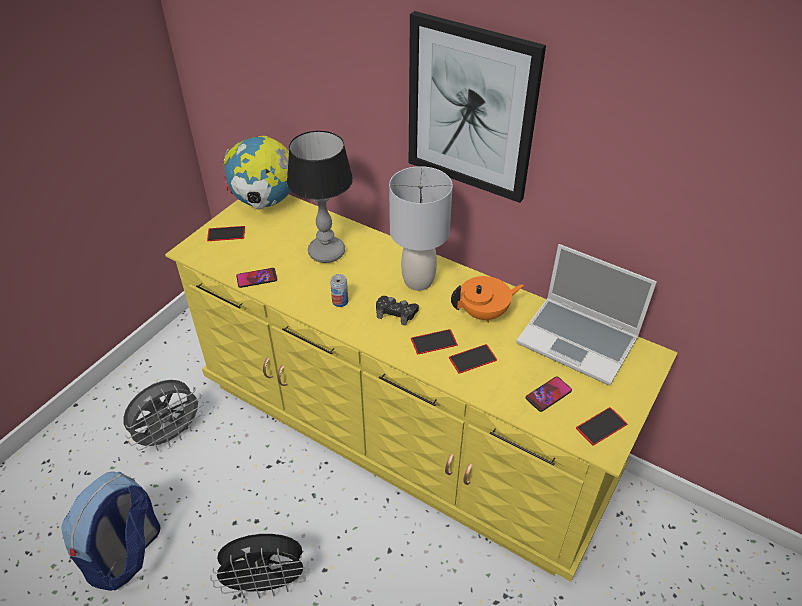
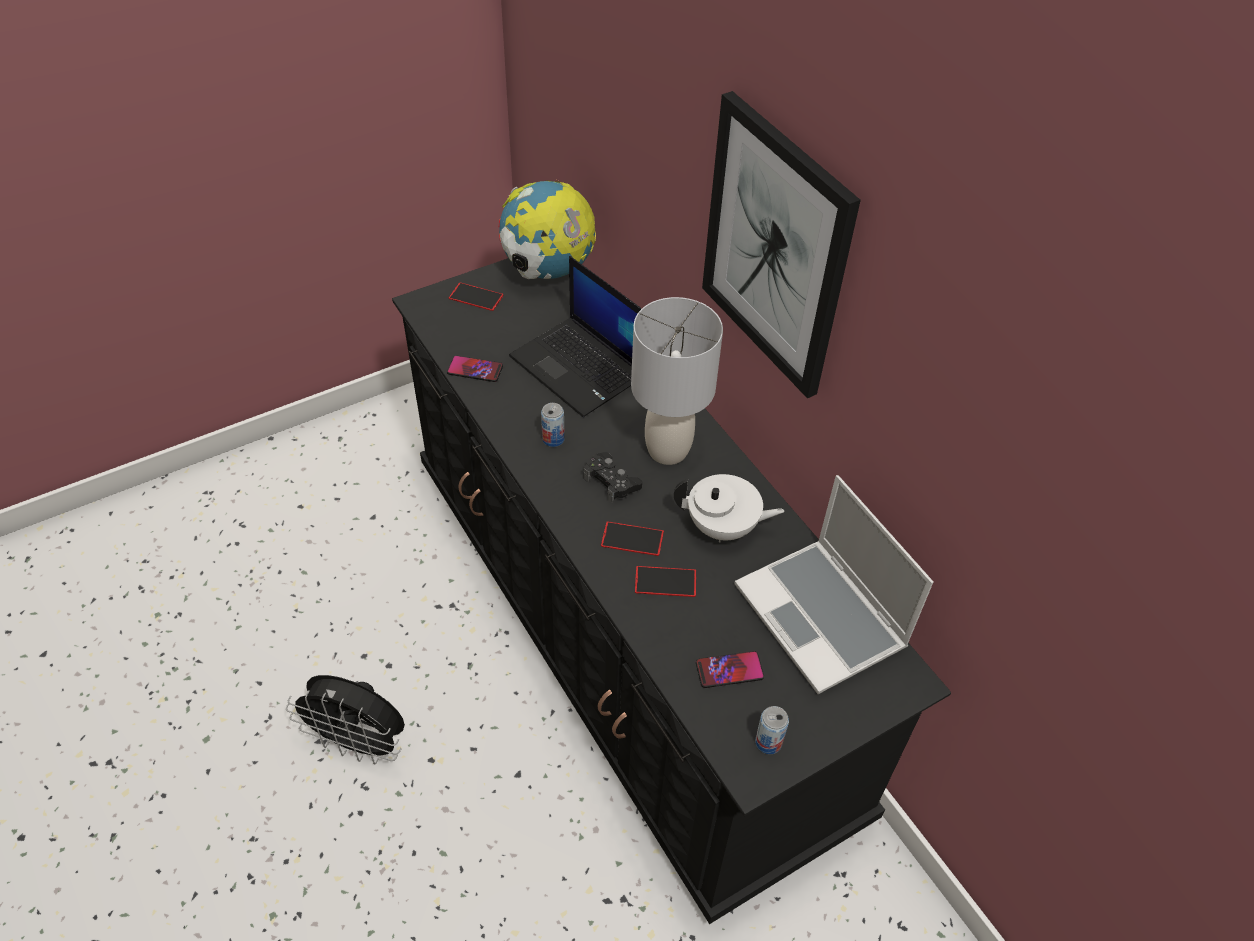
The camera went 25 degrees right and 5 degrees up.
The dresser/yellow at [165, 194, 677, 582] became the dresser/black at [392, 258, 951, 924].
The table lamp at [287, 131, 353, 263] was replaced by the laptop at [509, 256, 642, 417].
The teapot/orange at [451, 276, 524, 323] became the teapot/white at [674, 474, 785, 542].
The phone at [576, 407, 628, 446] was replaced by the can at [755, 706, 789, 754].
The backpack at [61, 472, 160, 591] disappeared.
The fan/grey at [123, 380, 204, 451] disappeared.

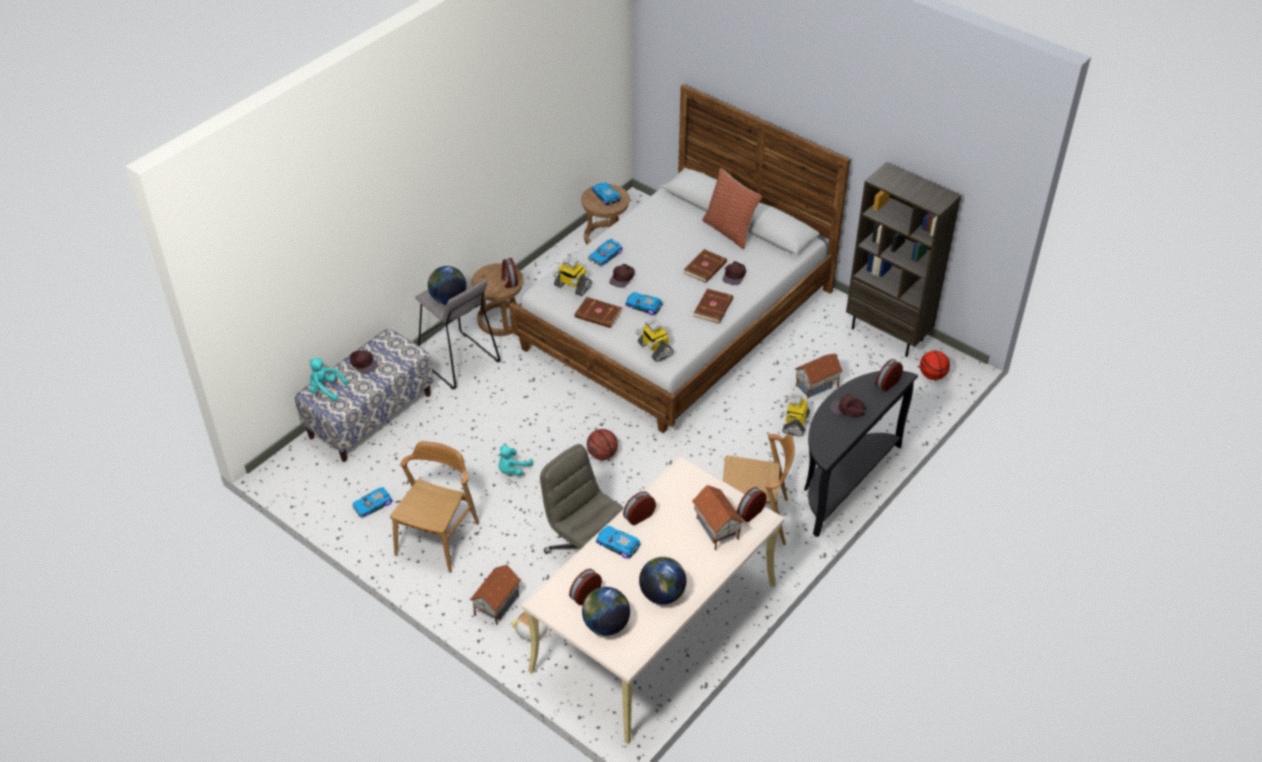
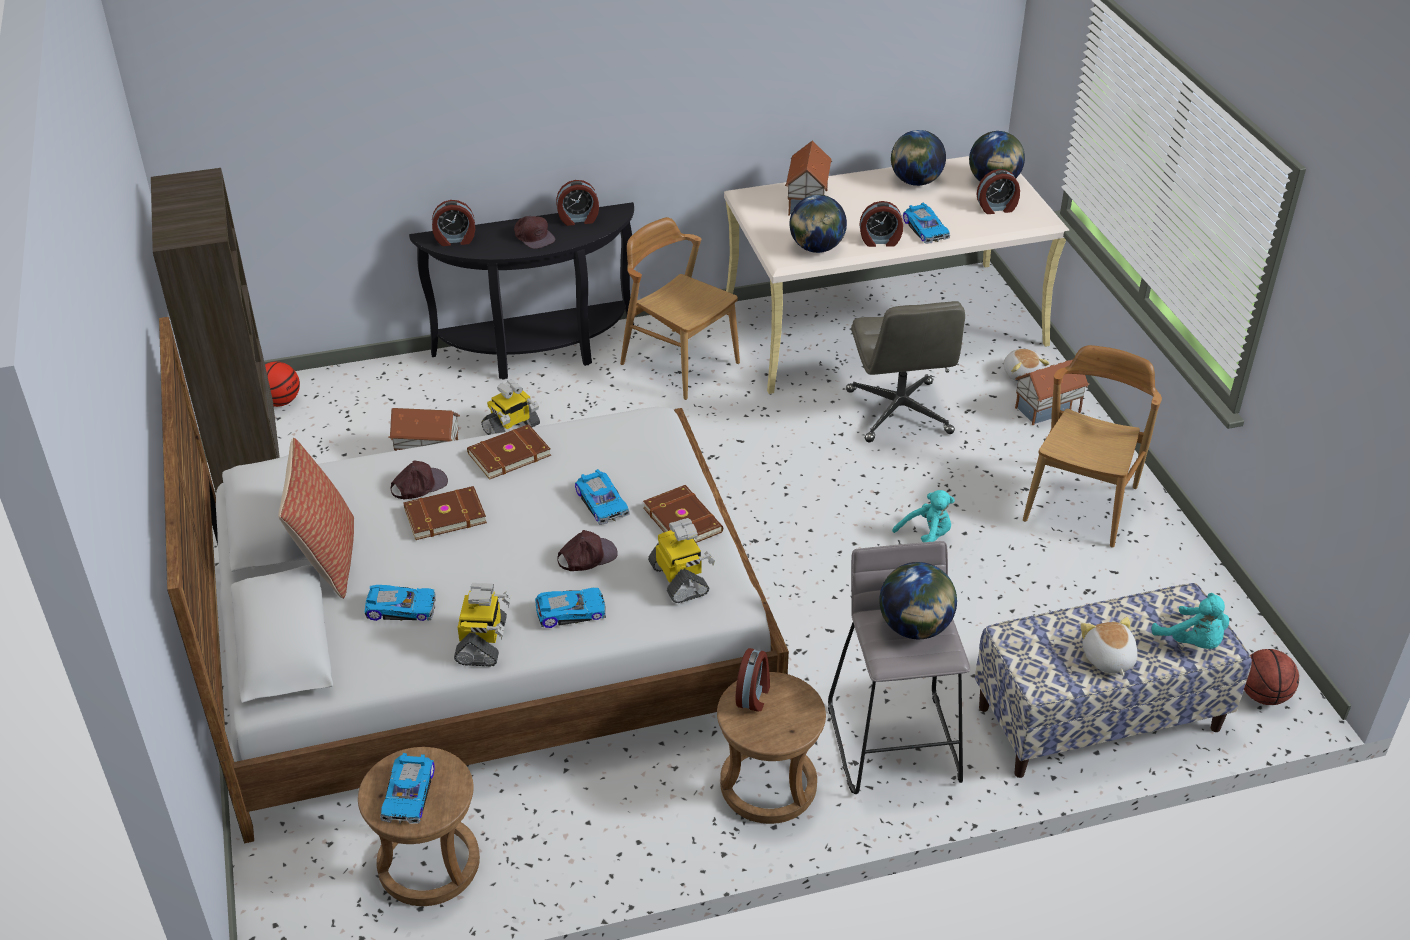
The camera went 145 degrees left and 5 degrees down.
The toy car moved from [352, 487, 392, 518] to [365, 585, 436, 621].
The toy robot moved from [635, 318, 674, 362] to [454, 583, 511, 666].
The alarm clock moved from [737, 487, 767, 522] to [556, 180, 599, 226].
The globe at [789, 195, 847, 253] appeared.
The chair/brown at [390, 441, 479, 573] turned 150 degrees clockwise.
The cap/brown at [350, 350, 378, 374] was replaced by the plush toy at [1081, 617, 1137, 676].
The basketball moved from [587, 429, 618, 460] to [1244, 649, 1299, 705].

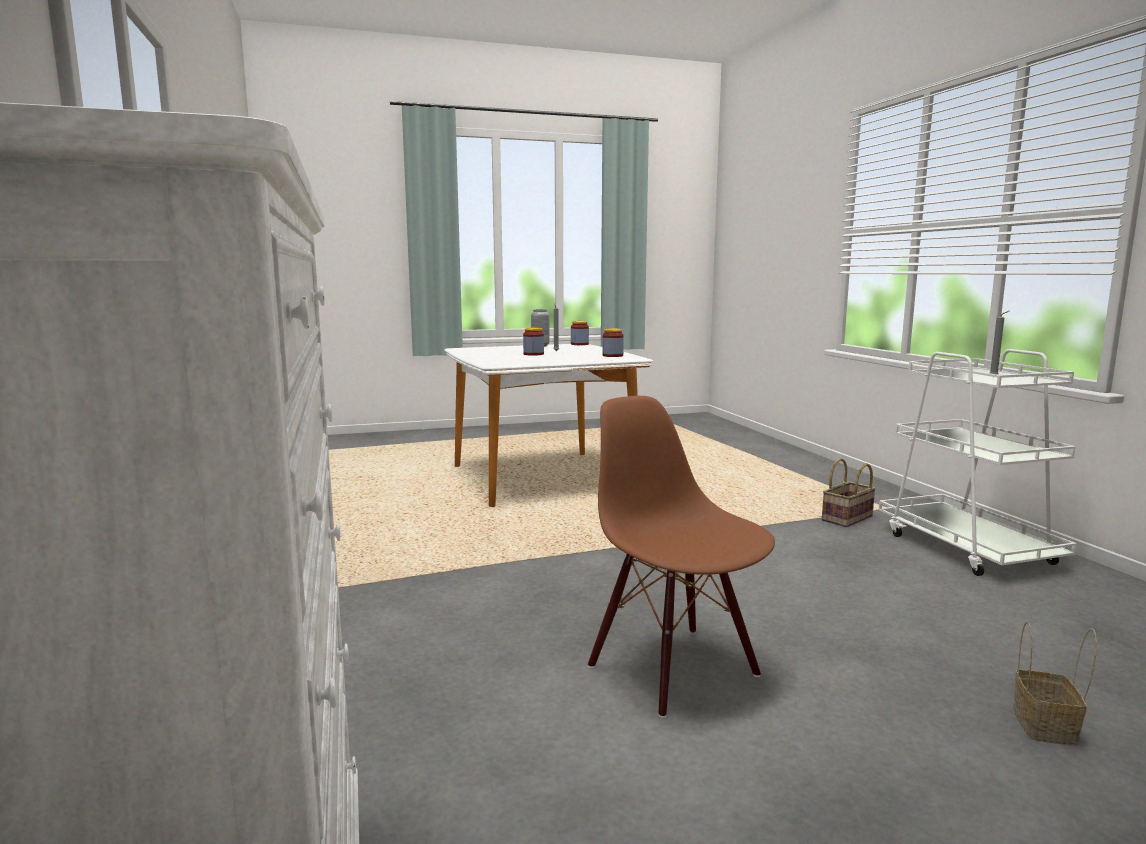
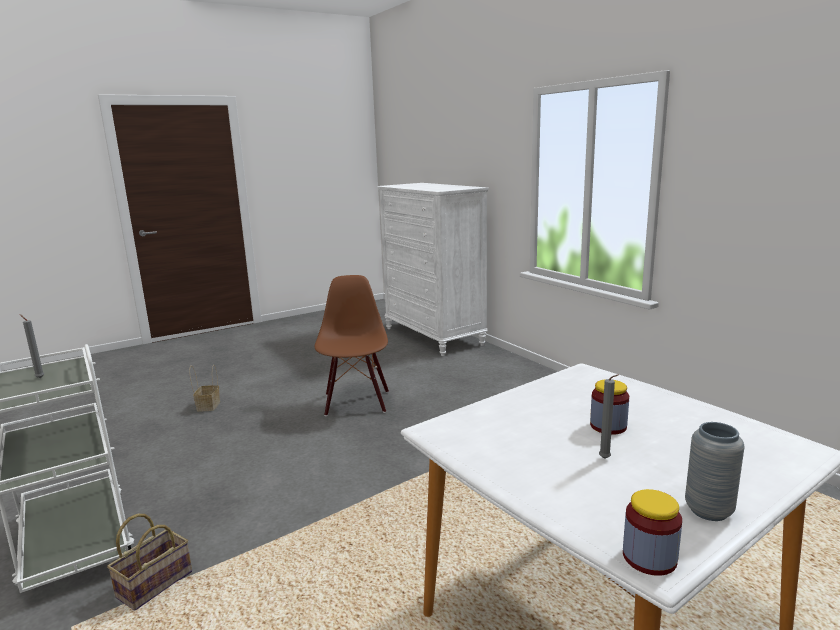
The camera went 165 degrees right and 5 degrees up.
The chair/brown at [588, 396, 775, 718] turned 135 degrees counterclockwise.
The jar at [602, 328, 624, 357] disappeared.

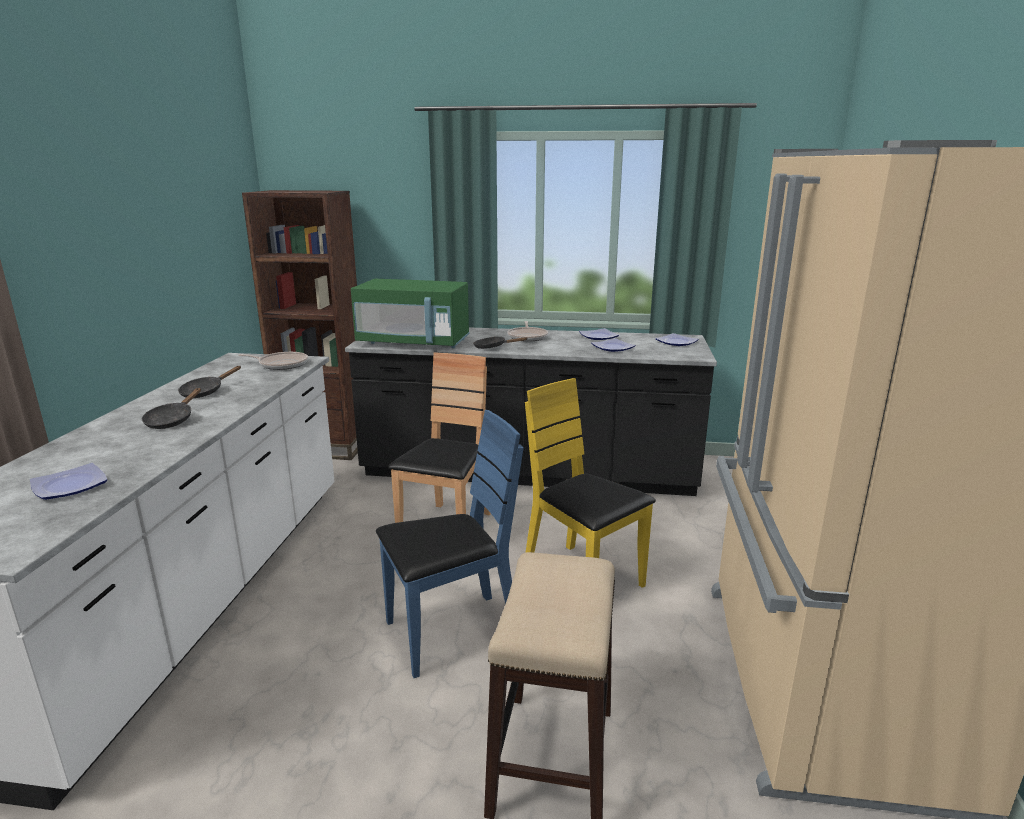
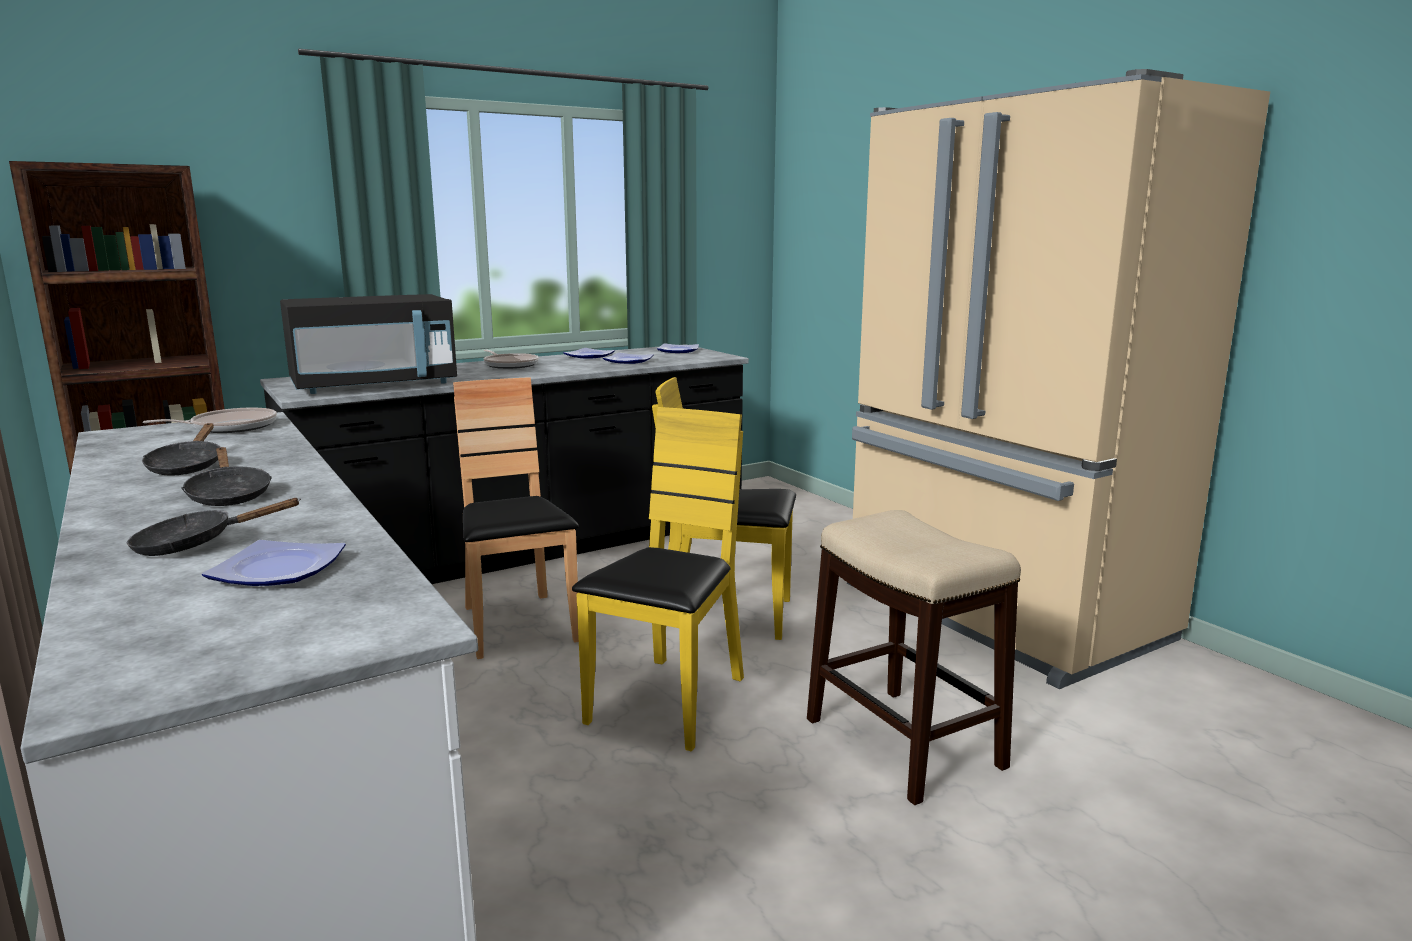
The camera went 40 degrees left and 5 degrees down.
The frying pan/black moved from [473, 337, 527, 349] to [127, 498, 301, 556].
The microwave/green at [351, 279, 470, 348] became the microwave/black at [280, 294, 457, 394].
The chair/blue at [376, 410, 523, 678] became the chair/yellow at [572, 407, 744, 751].

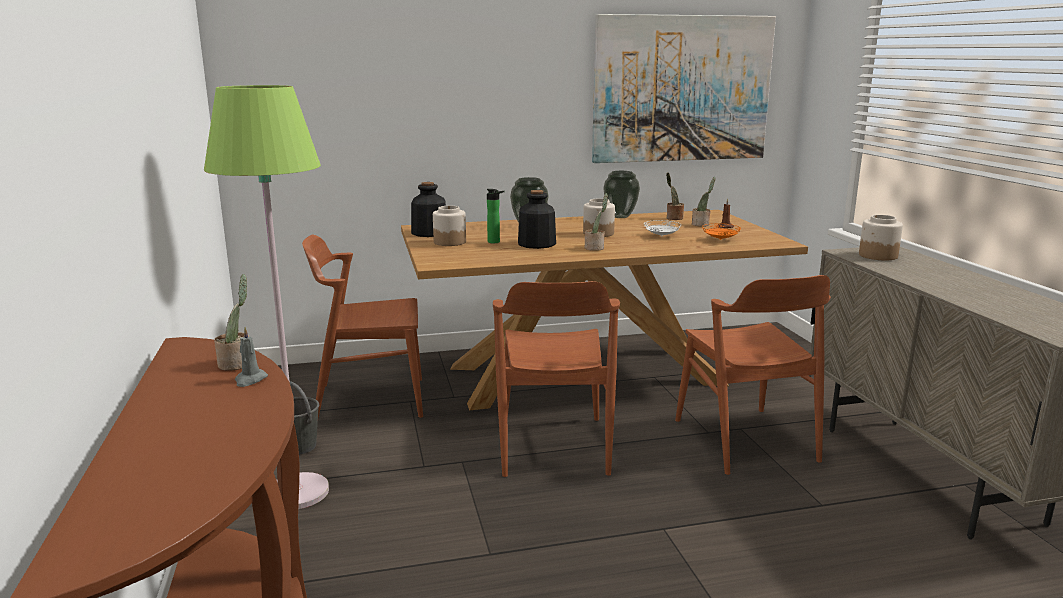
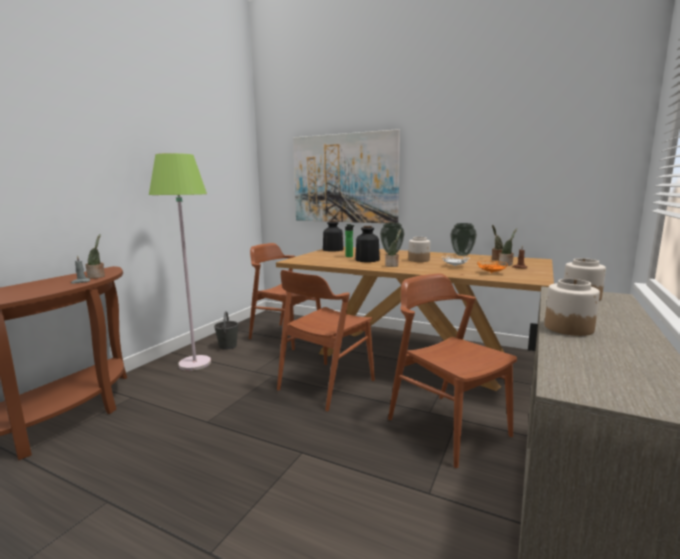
The camera went 40 degrees right and 5 degrees down.
The picture moved from [592, 14, 776, 163] to [293, 129, 400, 223].
The chair/brown at [675, 275, 831, 475] turned 120 degrees clockwise.
The jar moved from [433, 206, 466, 246] to [545, 279, 600, 336].

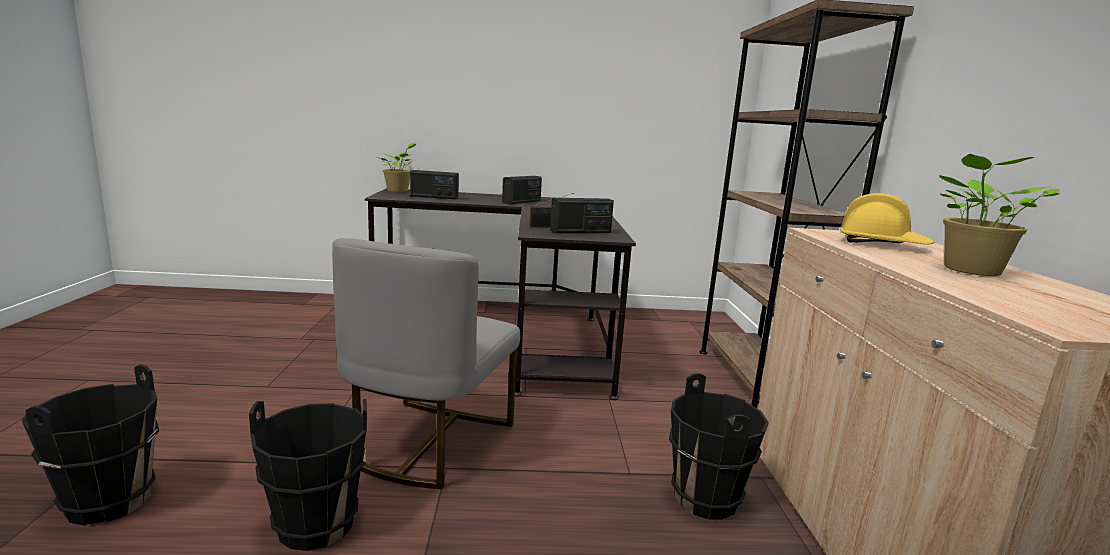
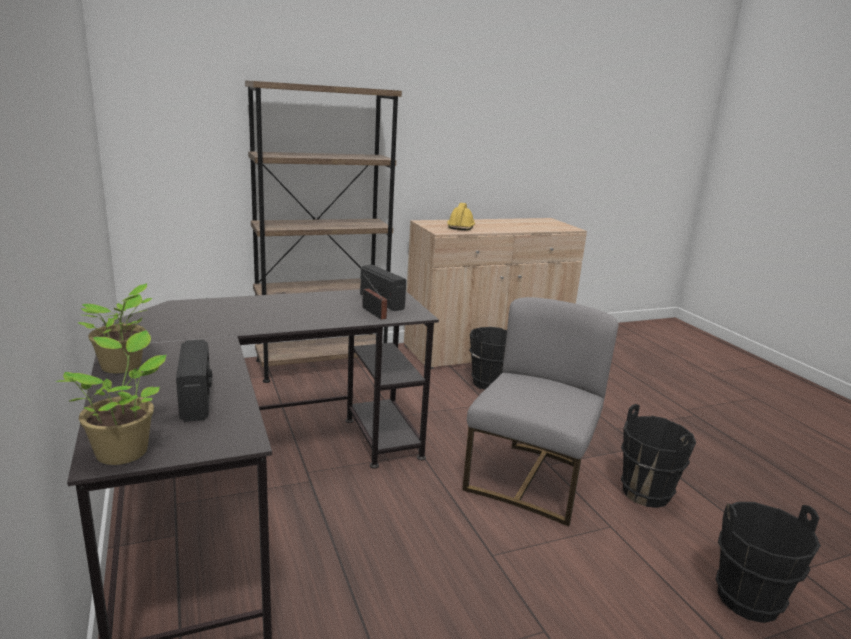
The camera went 110 degrees left and 5 degrees up.
The potted plant moved from [939, 154, 1060, 276] to [78, 283, 152, 374].
The chair/grey at [332, 238, 520, 490] turned 60 degrees counterclockwise.
The radio at [502, 176, 542, 204] disappeared.

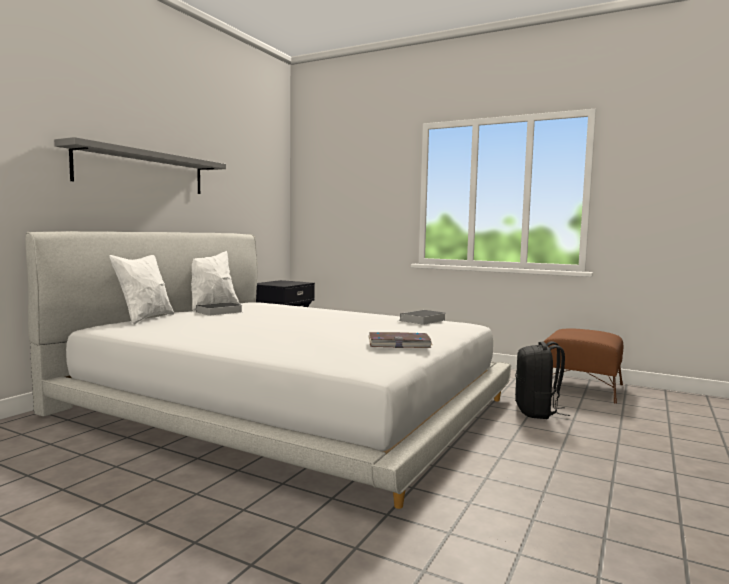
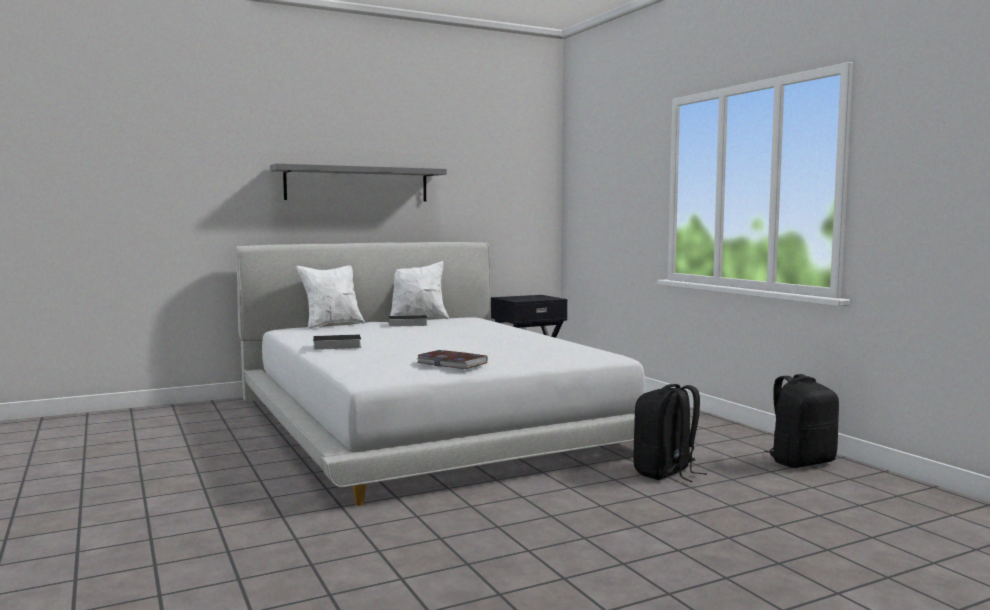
The camera went 35 degrees right and 0 degrees up.
The book moved from [400, 310, 445, 325] to [313, 334, 361, 350].
The ottoman/brown at [543, 328, 623, 404] was replaced by the backpack/black at [764, 374, 839, 468].

